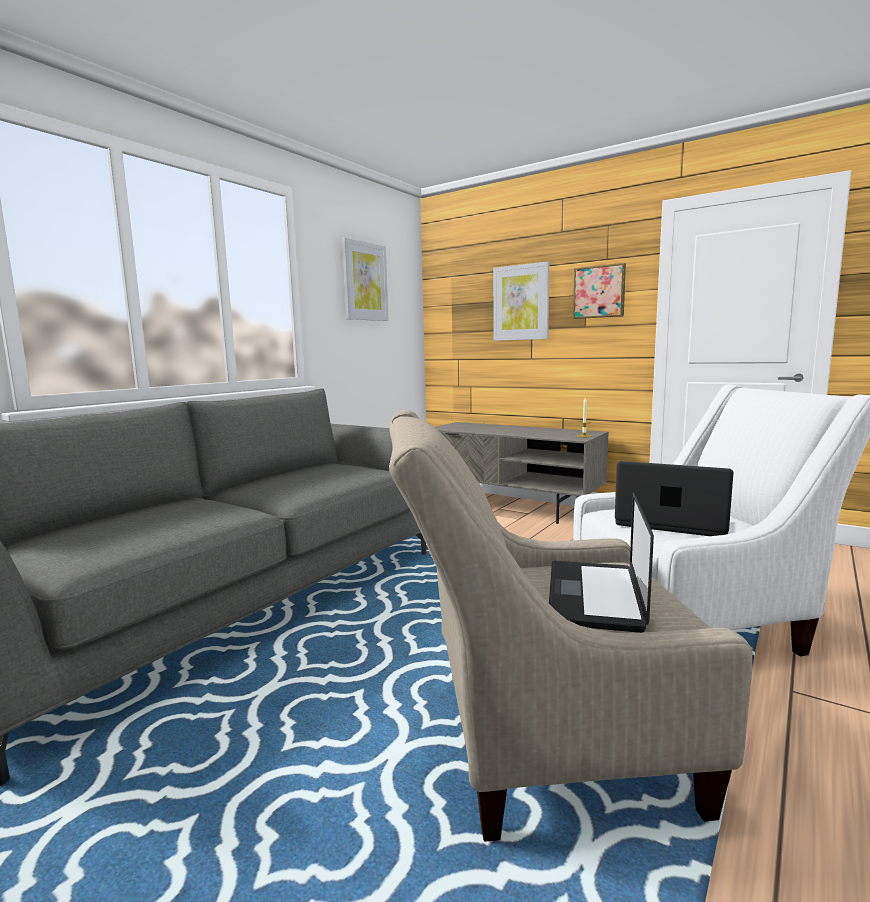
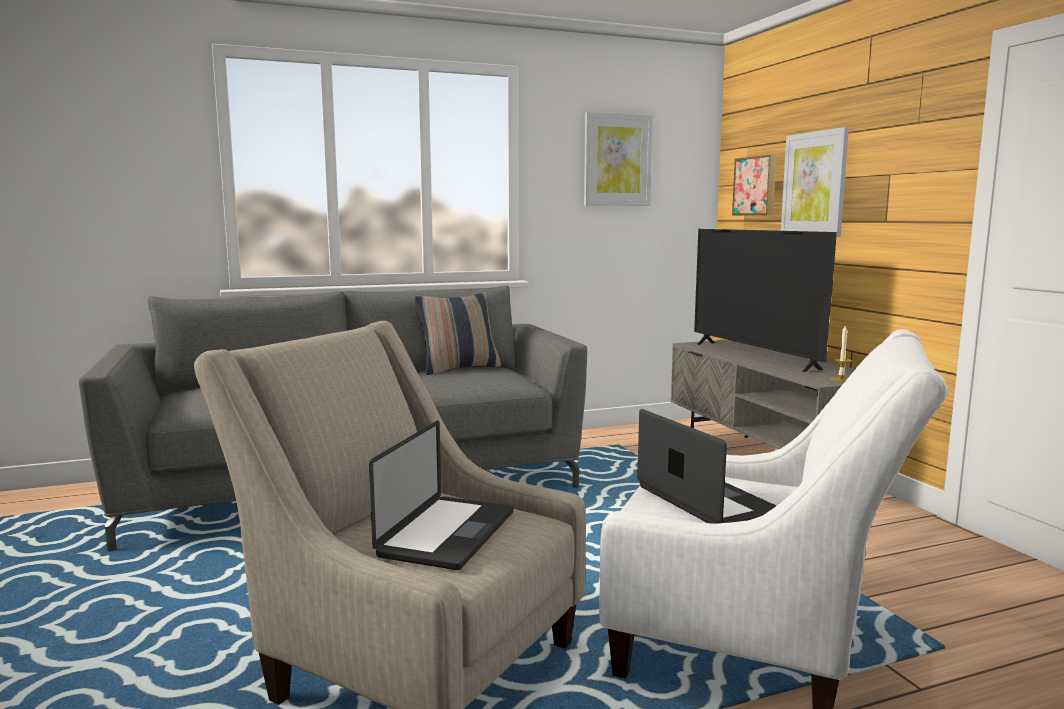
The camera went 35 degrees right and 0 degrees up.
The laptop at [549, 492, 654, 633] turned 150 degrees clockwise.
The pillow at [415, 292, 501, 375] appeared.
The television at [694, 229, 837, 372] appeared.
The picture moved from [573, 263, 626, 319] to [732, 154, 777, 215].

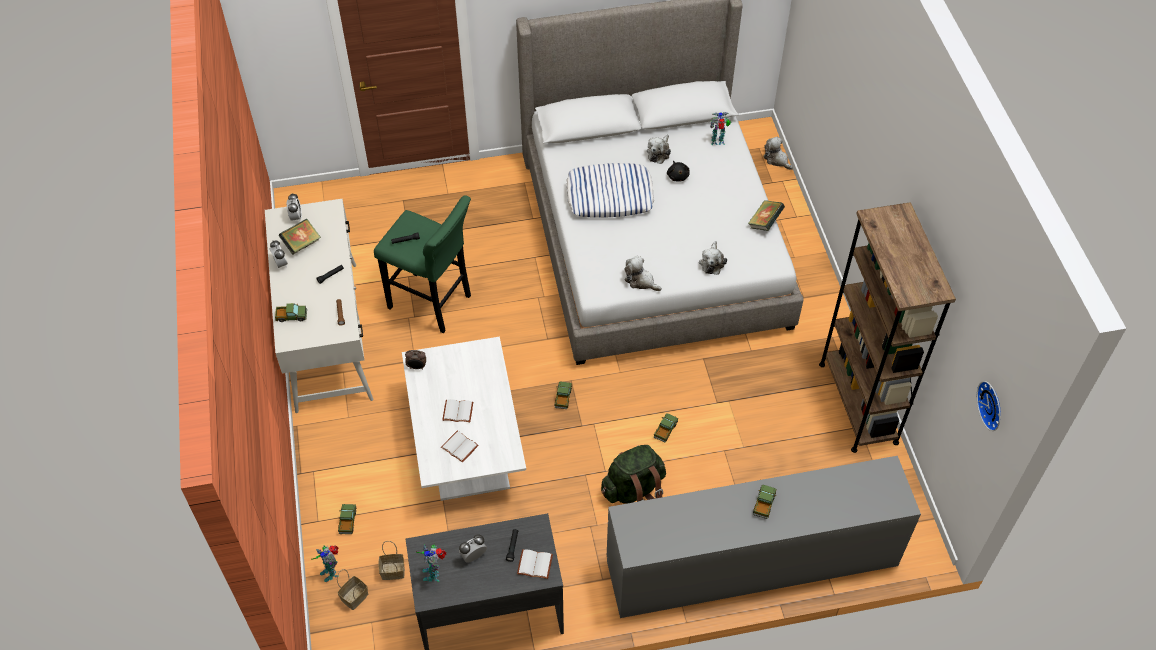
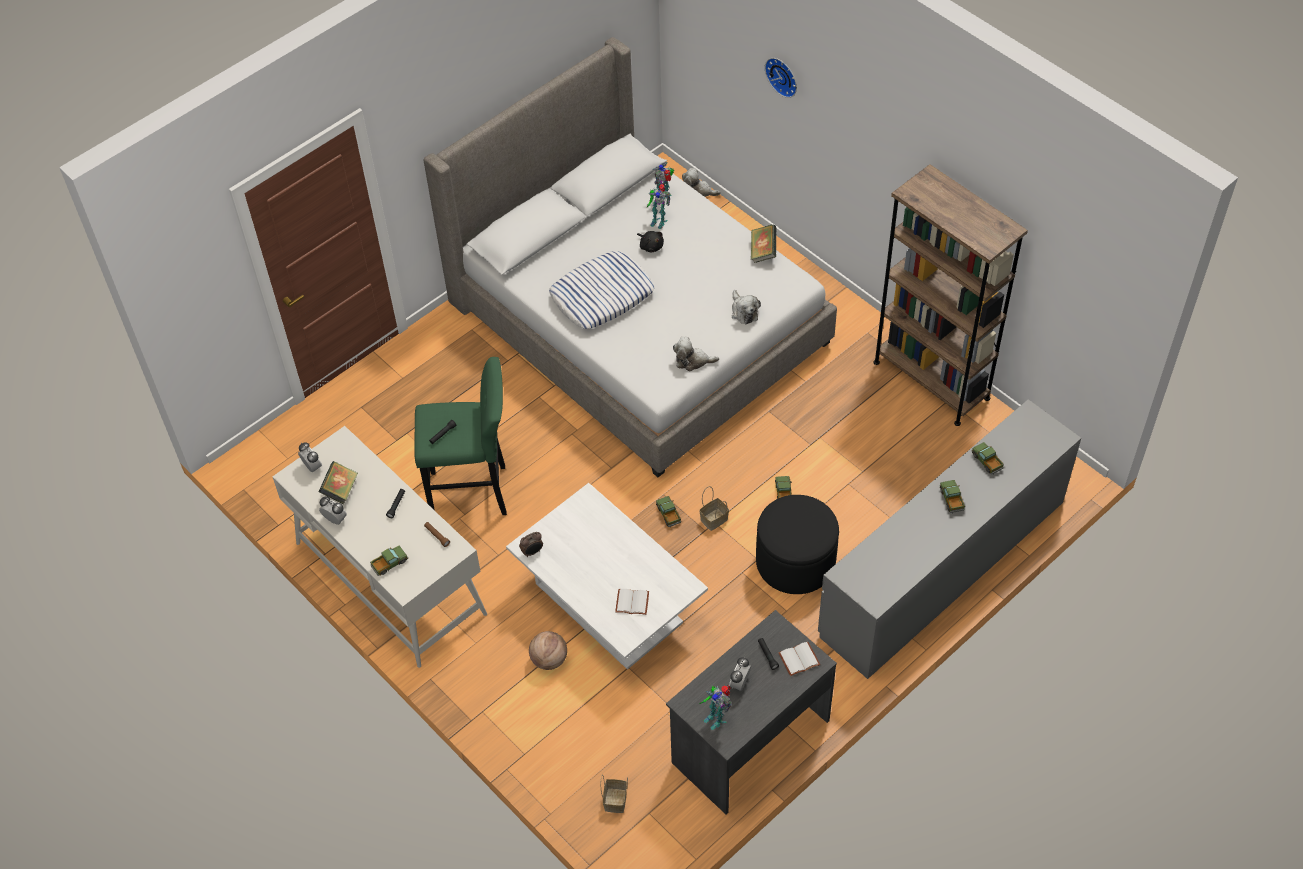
The camera went 30 degrees left and 0 degrees up.
The basketball at [529, 631, 567, 670] appeared.
The toy robot moved from [311, 545, 339, 582] to [647, 183, 670, 229].
The basket moved from [378, 541, 405, 580] to [699, 486, 729, 531].
The backpack/green at [601, 445, 666, 503] was replaced by the ottoman/black at [756, 495, 839, 594].
The wall clock moved from [977, 381, 1001, 431] to [765, 58, 797, 98].
The toy truck moved from [338, 504, 357, 535] to [972, 442, 1004, 475].
The book/white at [443, 399, 473, 422] disappeared.
The plush toy at [647, 134, 671, 164] disappeared.

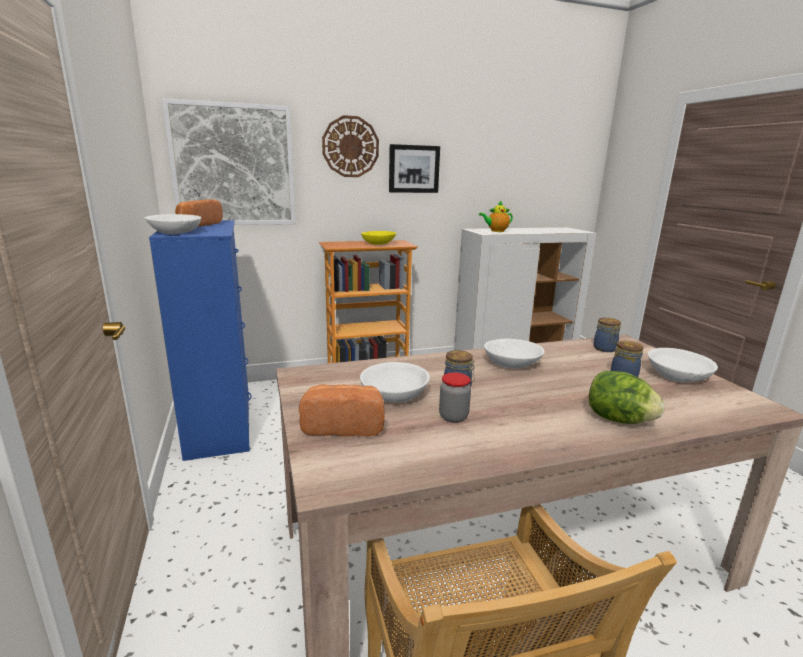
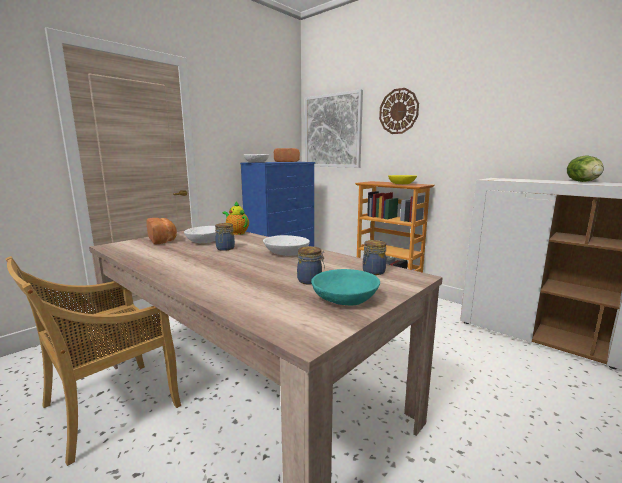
The camera went 60 degrees right and 5 degrees down.
The teapot moved from [479, 201, 513, 232] to [223, 201, 249, 235].
The bowl/white at [648, 348, 718, 382] became the bowl/turquoise at [311, 269, 380, 305].
The lettuce moved from [589, 371, 665, 424] to [567, 156, 604, 182].
The picture at [389, 144, 440, 193] disappeared.
The jar at [439, 372, 471, 423] disappeared.

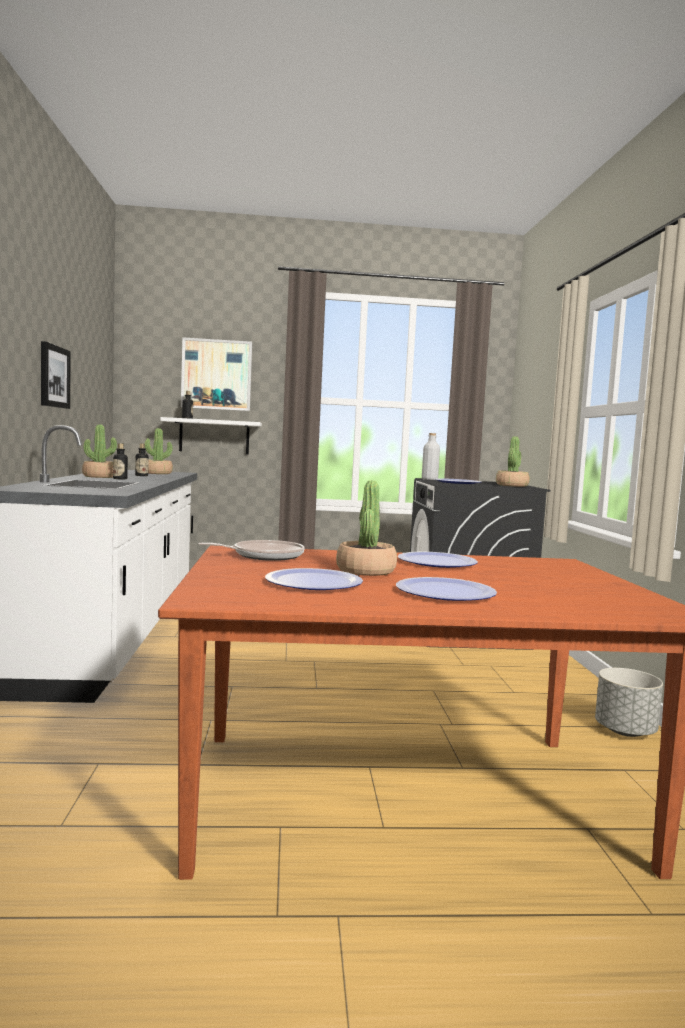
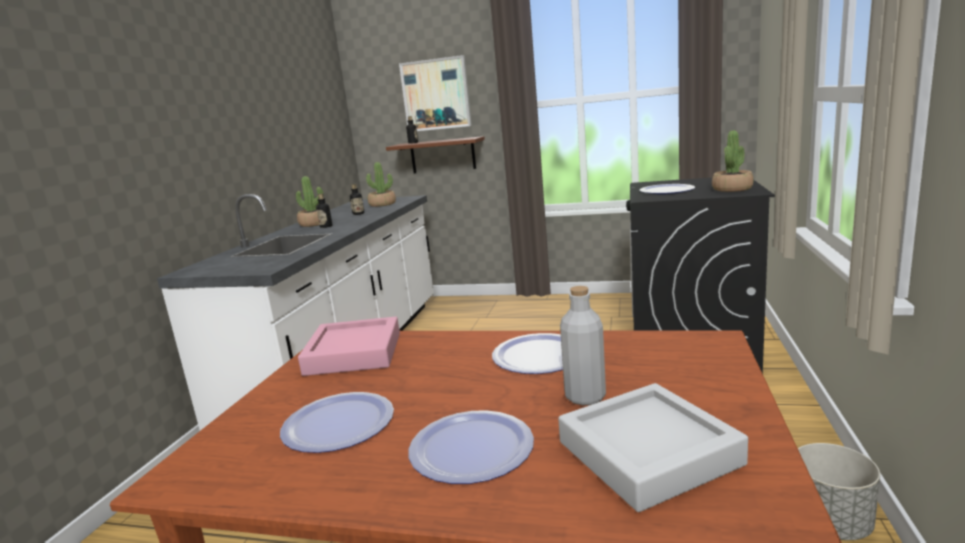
The camera went 20 degrees right and 10 degrees up.
The frying pan at [198, 540, 305, 561] was replaced by the tray/pink at [298, 317, 400, 376].
The shelf/white at [160, 417, 262, 454] became the shelf/brown at [386, 136, 485, 173].
The tray/grey at [558, 383, 748, 512] appeared.
The bottle/grey moved from [422, 433, 440, 480] to [560, 286, 606, 405].
The picture at [41, 341, 71, 409] disappeared.
The potted plant at [336, 481, 397, 576] disappeared.

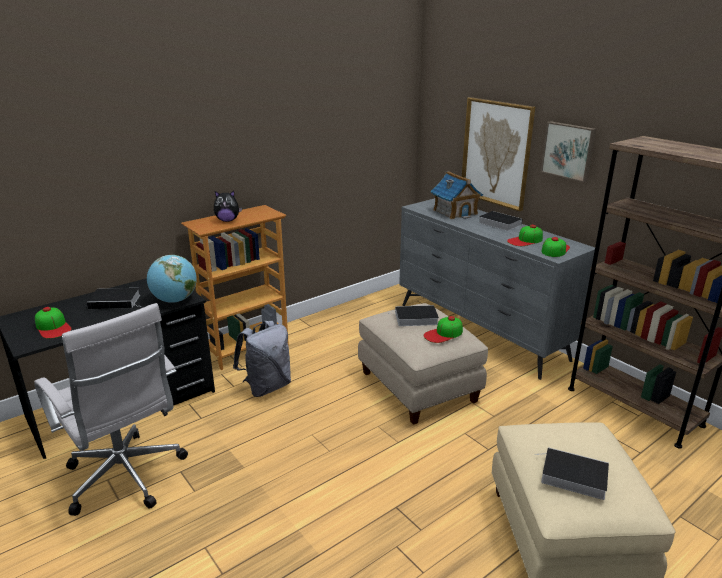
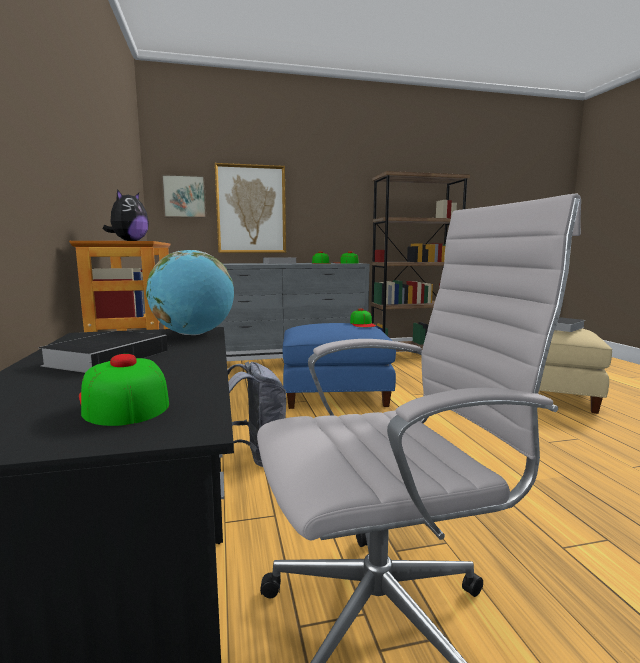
The camera went 65 degrees left and 15 degrees down.
The cap at [35, 307, 71, 338] turned 105 degrees counterclockwise.
The picture moved from [541, 121, 596, 182] to [161, 174, 206, 218].
The ottoman/beige at [358, 303, 488, 425] became the ottoman/blue at [283, 323, 396, 409].
The book at [388, 305, 439, 326] disappeared.
The toy house at [430, 171, 483, 219] disappeared.

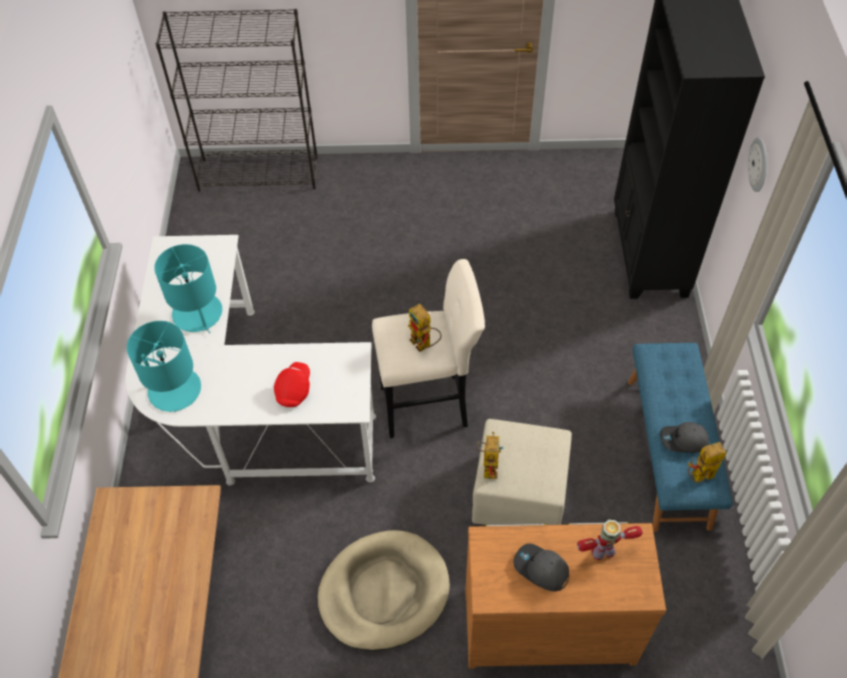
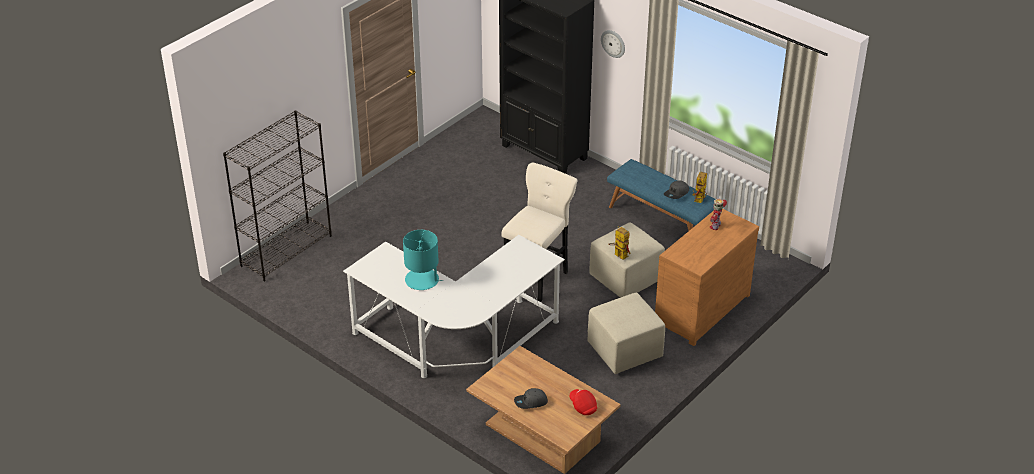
The camera went 50 degrees left and 15 degrees down.
The cap/grey moved from [513, 544, 569, 591] to [514, 388, 548, 409].
The cap/red moved from [274, 362, 310, 407] to [569, 389, 597, 415].
The dog bed/beige at [318, 530, 450, 651] was replaced by the ottoman/beige at [587, 293, 665, 374].
The table lamp/turquoise at [127, 321, 201, 412] disappeared.
The toy robot at [408, 304, 441, 352] disappeared.

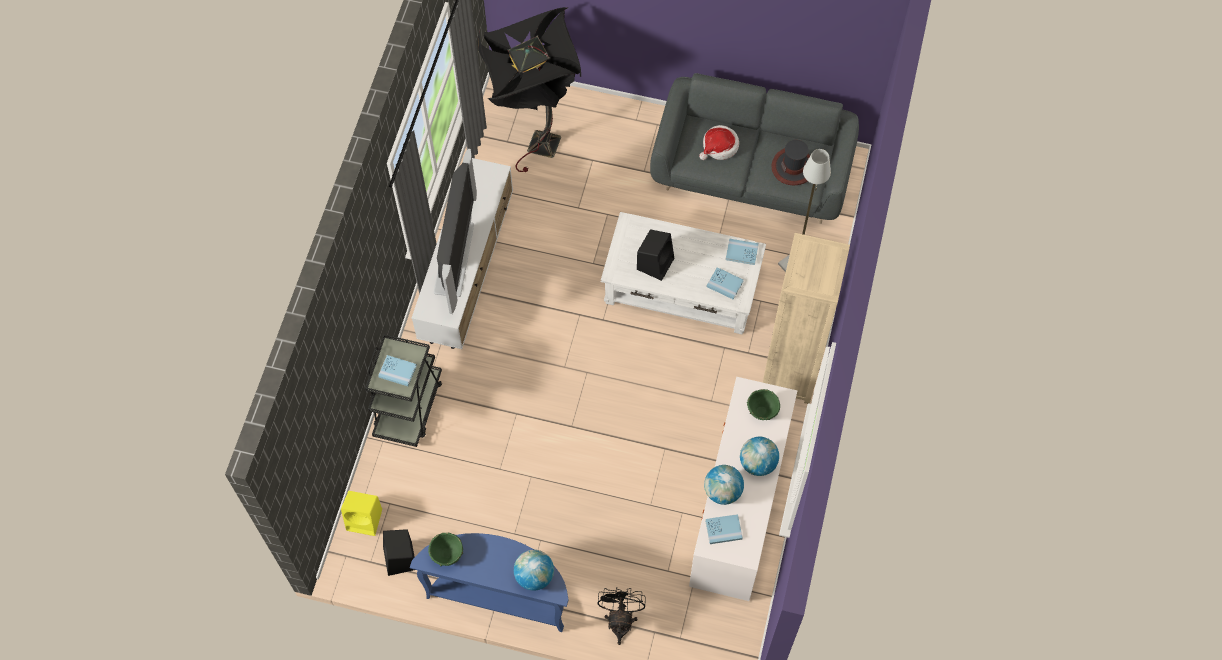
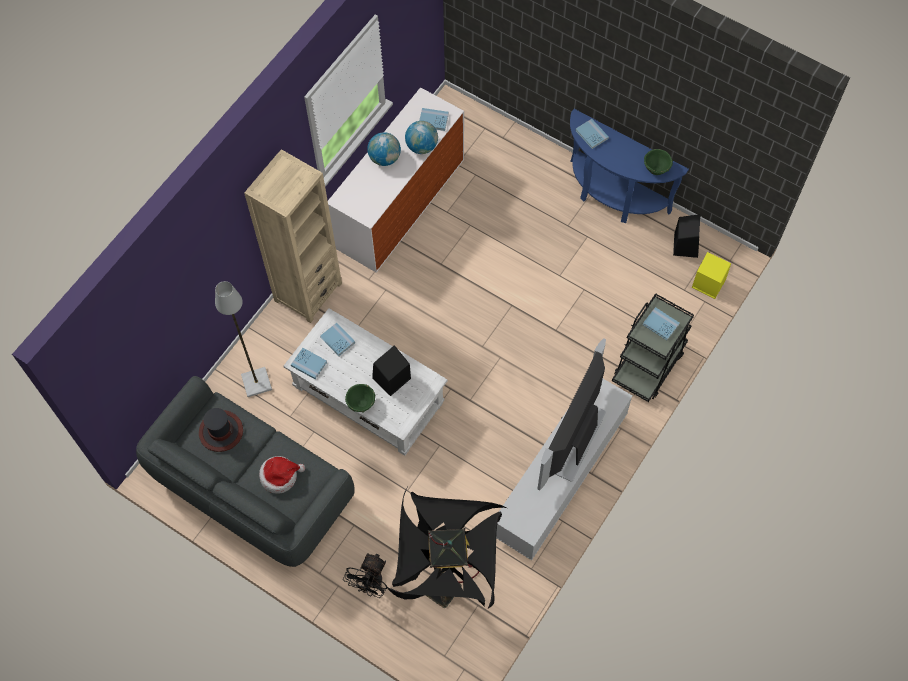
The camera went 160 degrees left and 0 degrees up.
The fan/black moved from [598, 587, 646, 645] to [343, 553, 387, 598].
The bowl/green moved from [747, 389, 780, 420] to [345, 384, 376, 413].
The globe at [514, 550, 554, 591] was replaced by the book/blue at [575, 119, 609, 149].

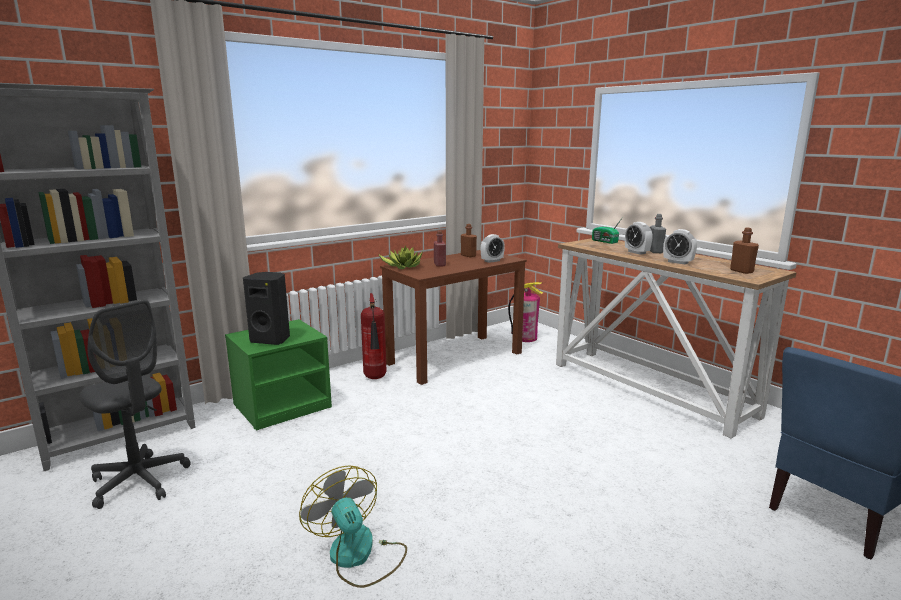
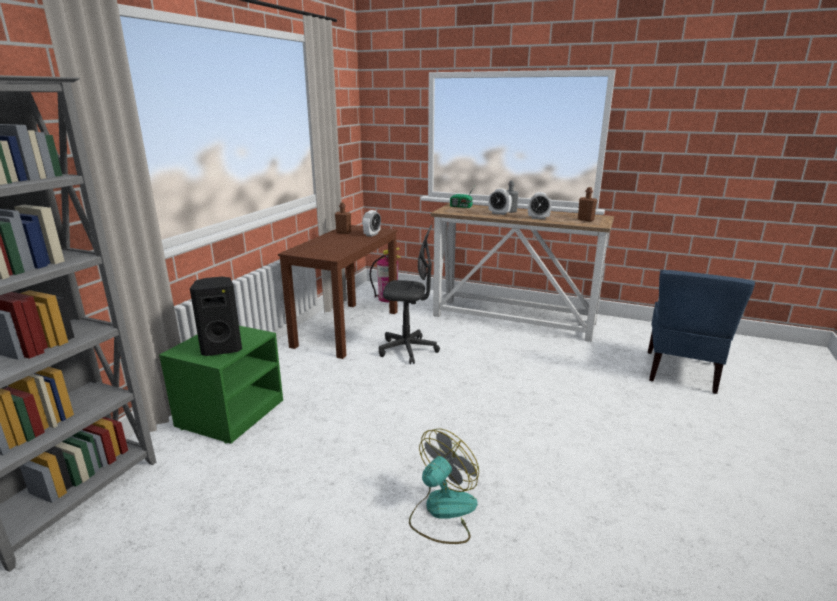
The camera went 30 degrees left and 5 degrees up.
The office chair/grey moved from [80, 300, 191, 509] to [379, 225, 440, 364].
The fan at [299, 465, 407, 588] turned 105 degrees clockwise.
The fire extinguisher at [361, 293, 386, 379] disappeared.
The potted plant at [378, 246, 423, 269] disappeared.
The bottle/red at [434, 231, 446, 267] disappeared.

